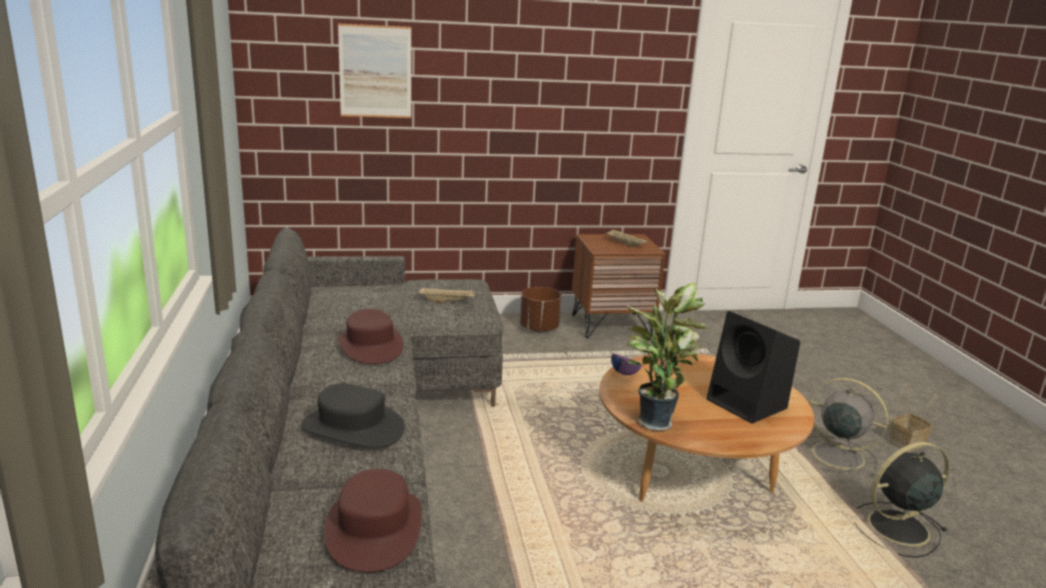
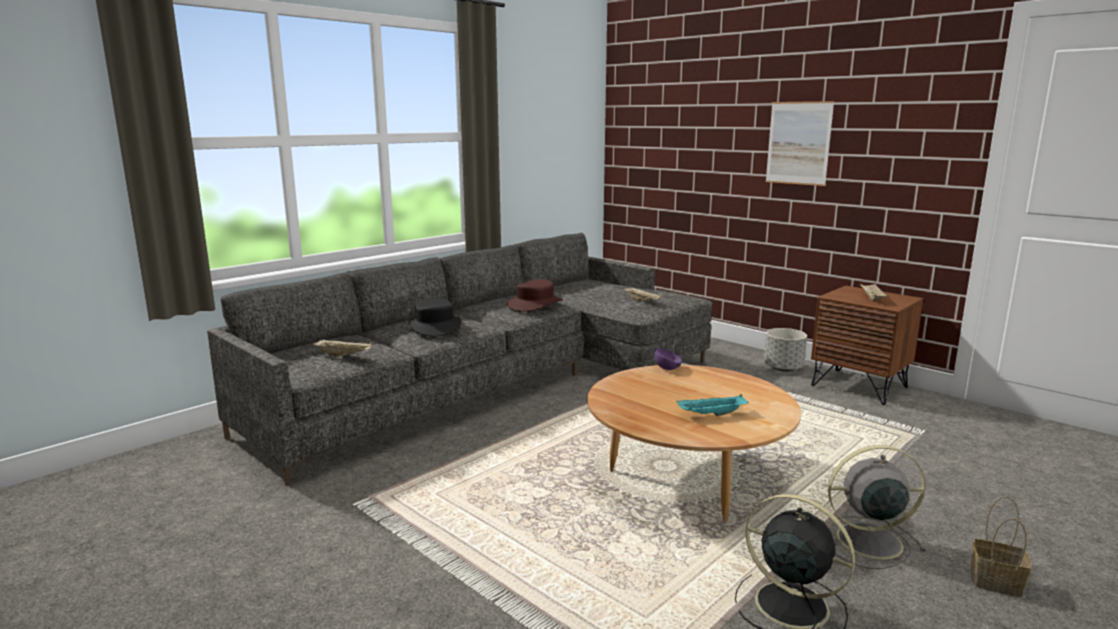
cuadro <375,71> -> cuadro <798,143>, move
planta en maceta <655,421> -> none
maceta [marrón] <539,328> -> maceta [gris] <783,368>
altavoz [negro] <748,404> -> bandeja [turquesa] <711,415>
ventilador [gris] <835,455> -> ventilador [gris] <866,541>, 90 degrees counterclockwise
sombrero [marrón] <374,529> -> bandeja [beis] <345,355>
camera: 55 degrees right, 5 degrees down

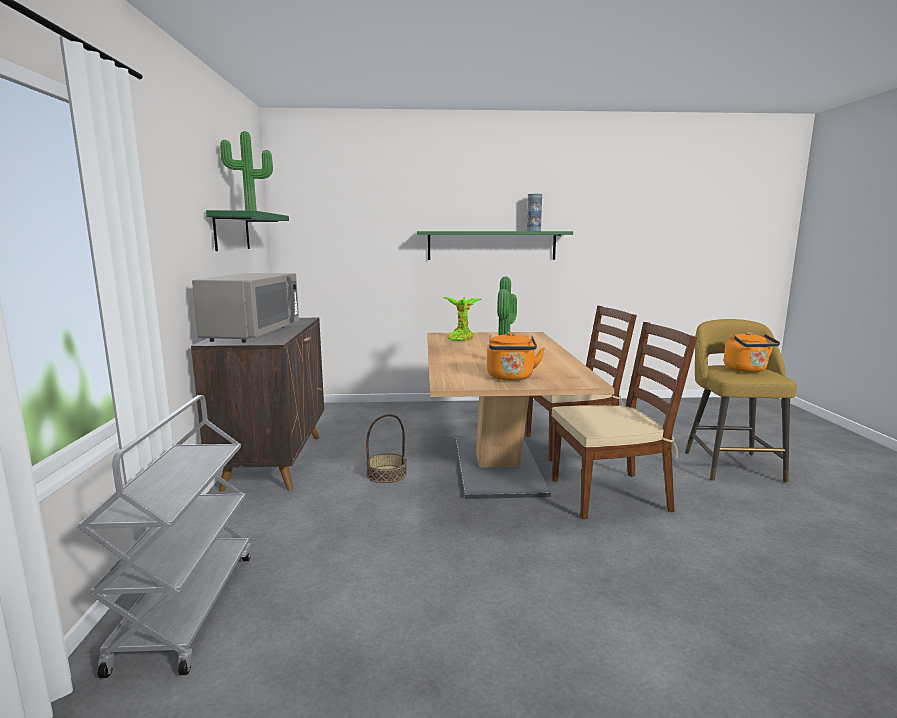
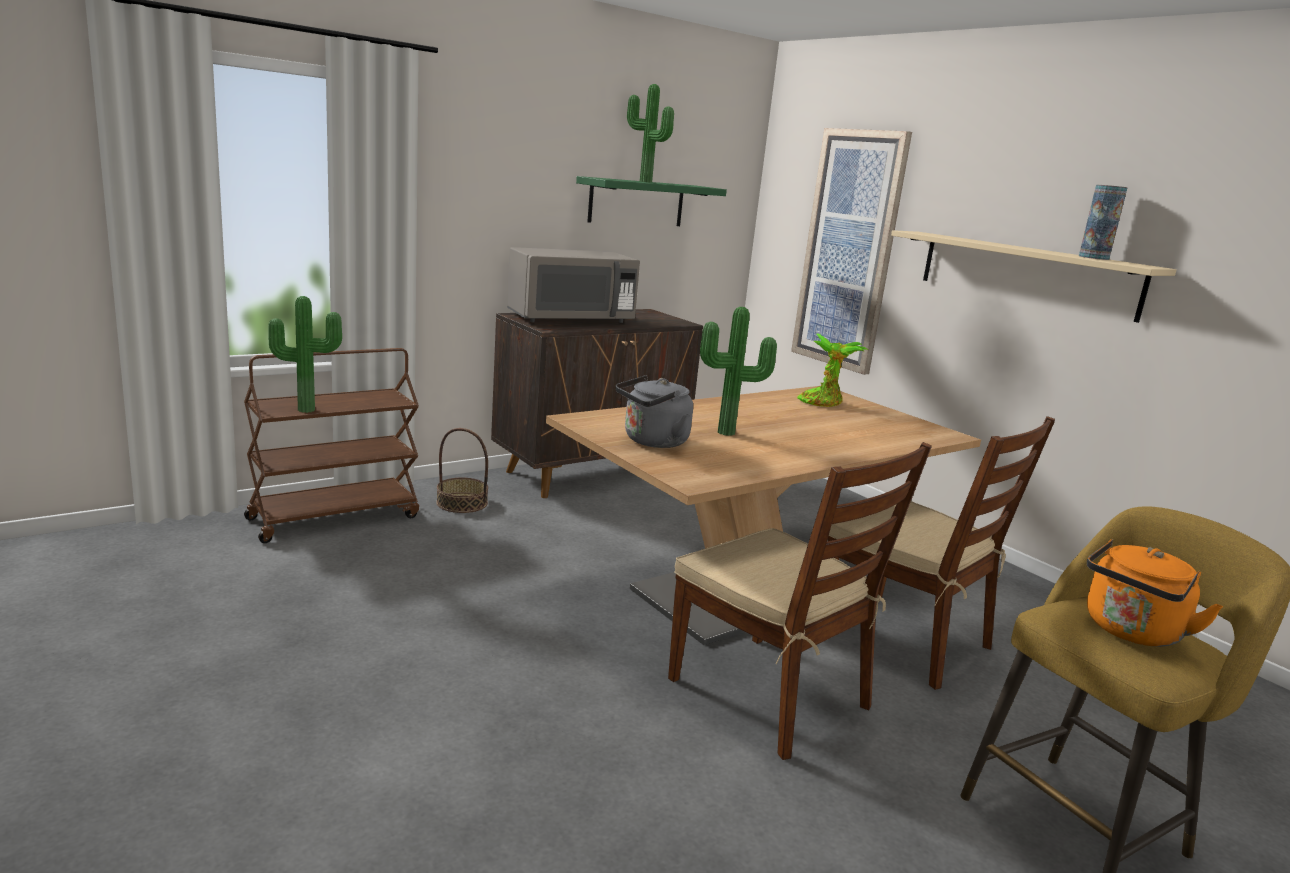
estante [verde] <492,245> -> estante [beis] <1026,273>
hervidor [naranja] <511,378> -> hervidor [gris] <652,442>
carrito [gris] <187,607> -> carrito [marrón] <335,517>
cesta <386,474> -> cesta <462,503>, move
none -> cuadro <849,251>
none -> planta en maceta <307,409>
camera: 55 degrees right, 5 degrees up

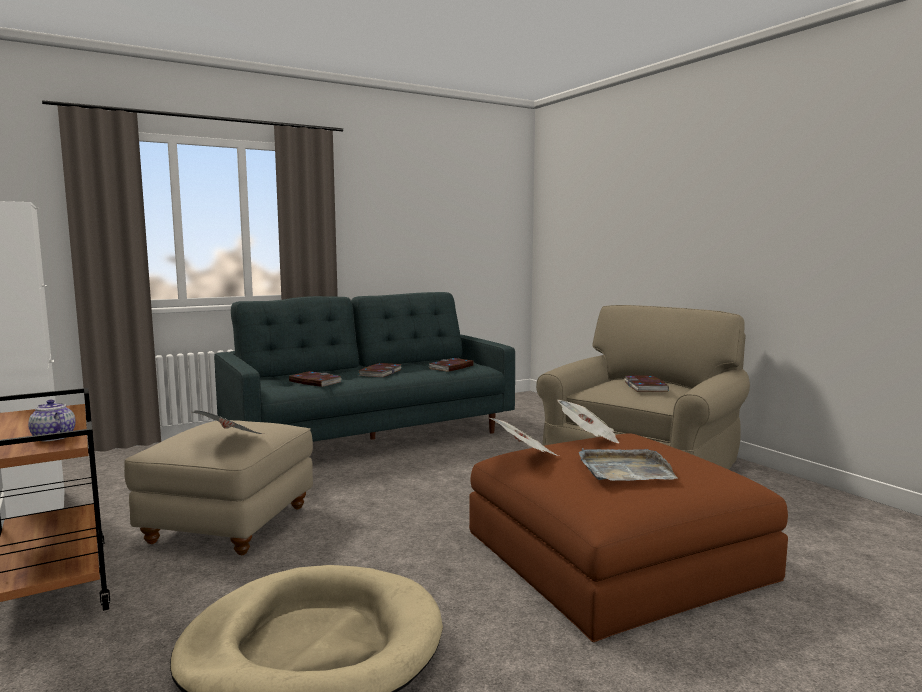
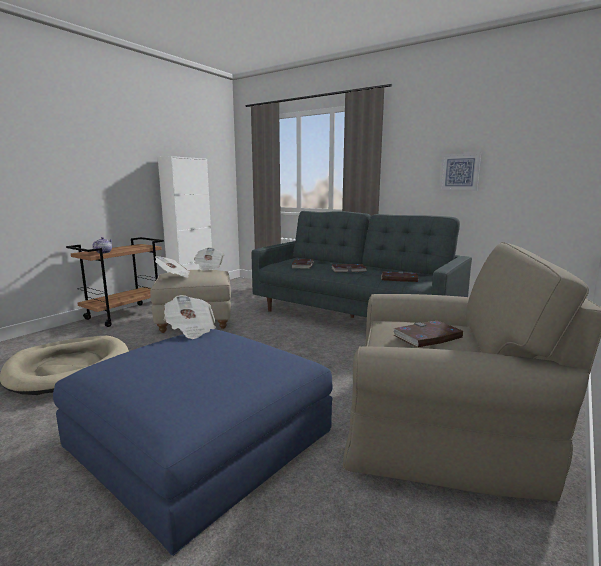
periódico <589,438> -> periódico <209,267>, move
puf [marrón] <614,554> -> puf [azul] <200,437>
bandeja [gris] <624,469> -> none
none -> cuadro <460,172>
camera: 65 degrees right, 5 degrees up

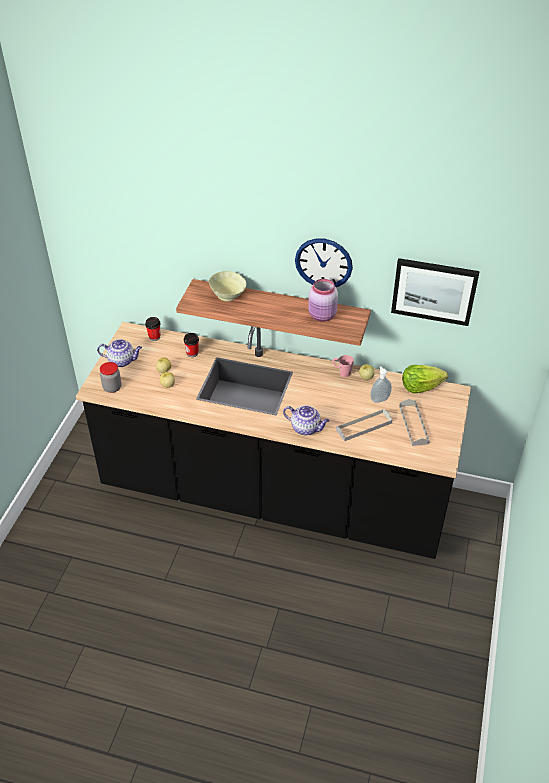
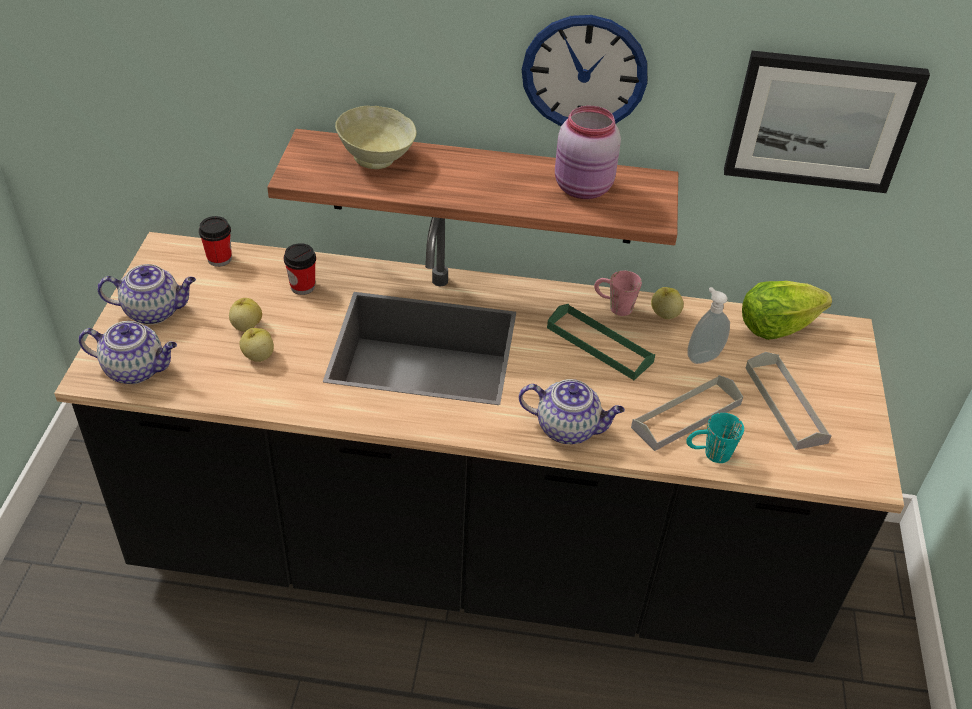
tarro <112,387> -> tetera <136,369>
none -> bandeja [verde] <599,345>
none -> taza grande [turquesa] <709,454>
camera: 10 degrees left, 0 degrees up

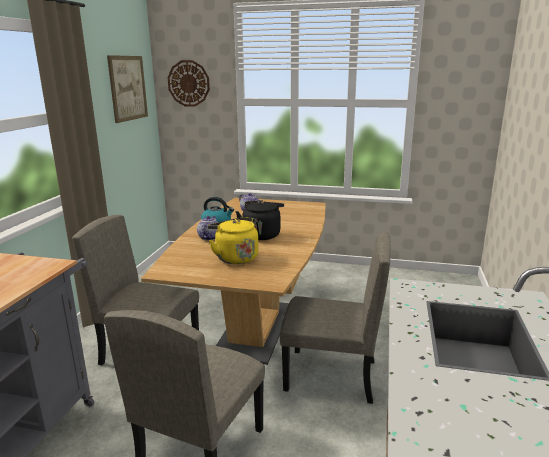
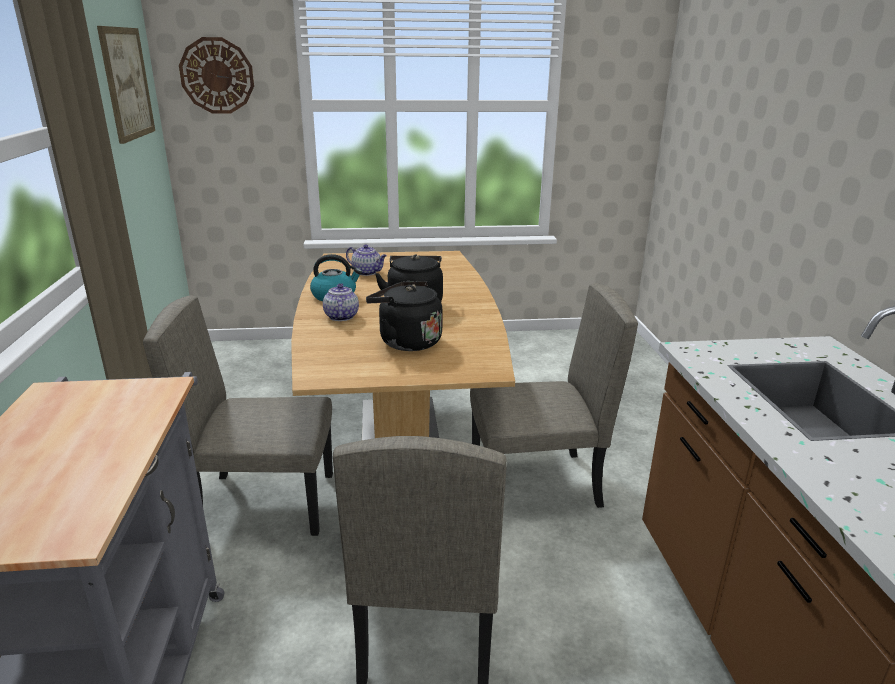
hervidor [amarillo] <235,257> -> hervidor [negro] <406,341>
camera: 20 degrees left, 5 degrees up

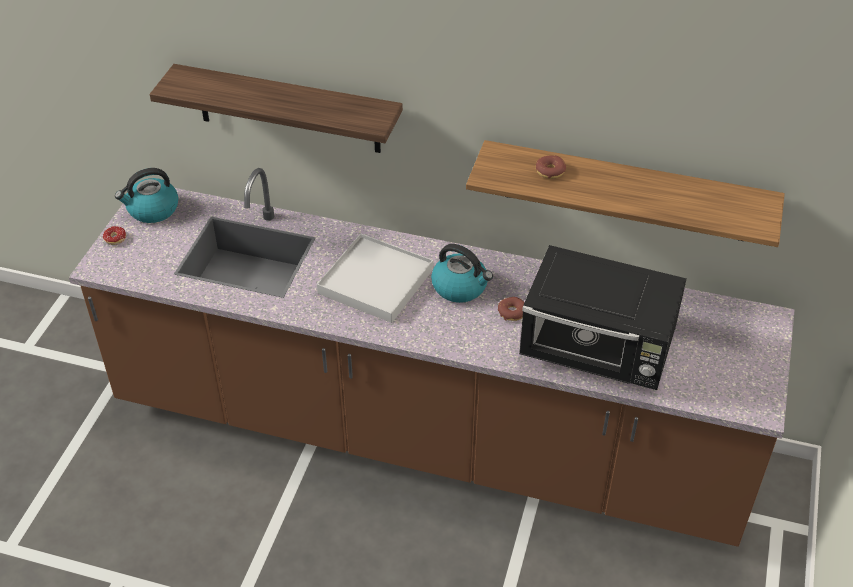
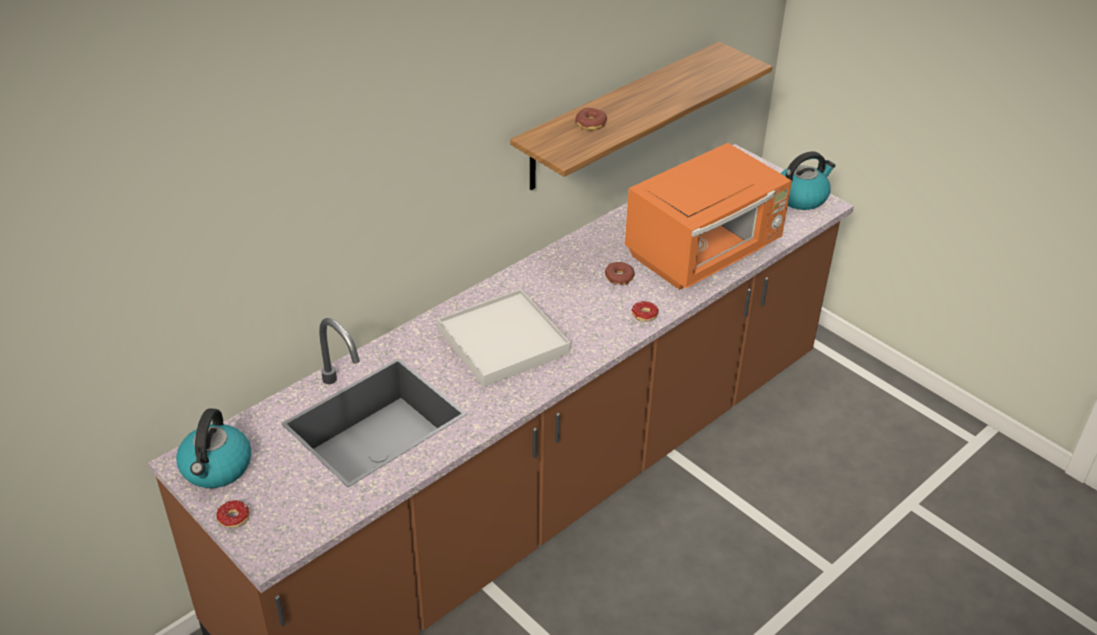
estante <288,109> -> none
hervidor <460,287> -> hervidor <801,197>, move
microondas [negro] <598,352> -> microondas [naranja] <705,252>
none -> rosquilla <644,318>
camera: 60 degrees left, 5 degrees down

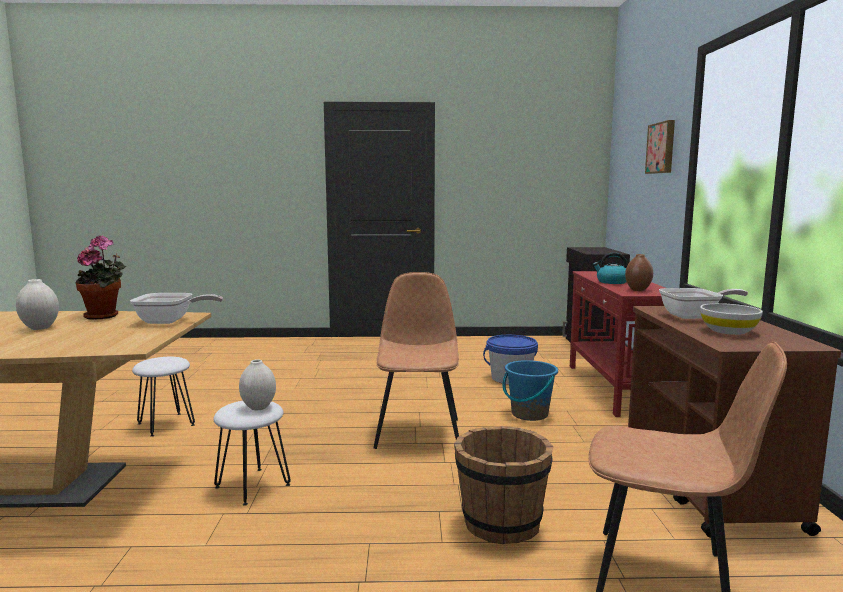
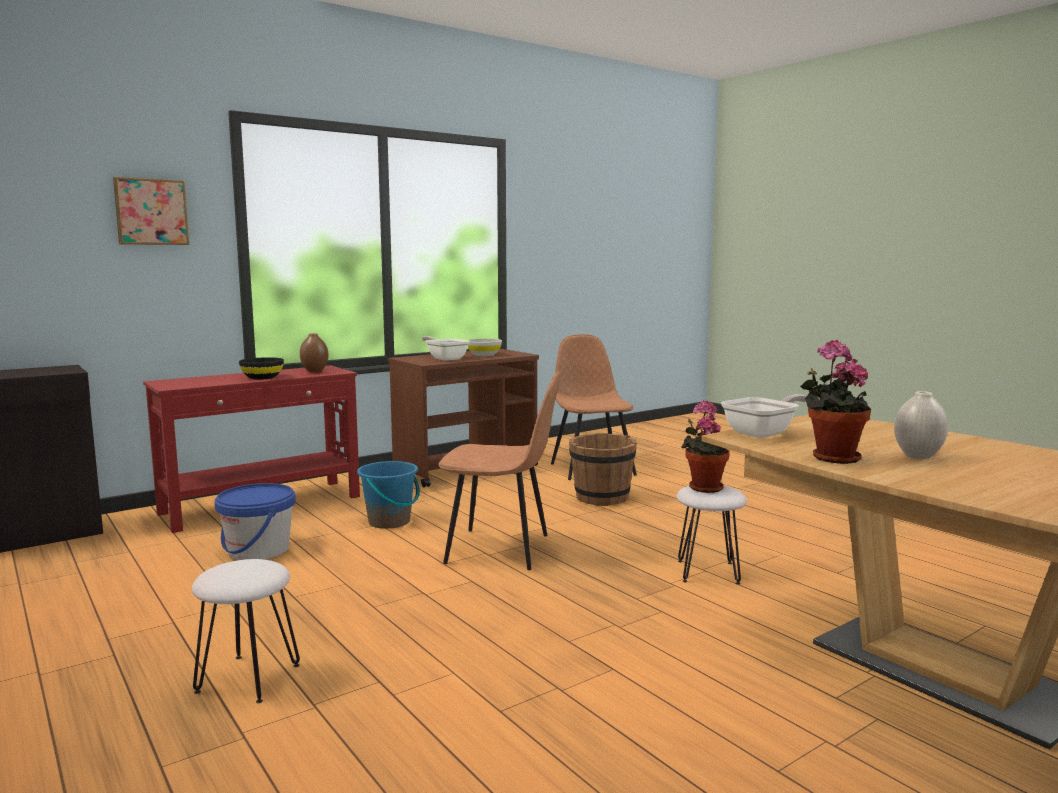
hervidor <611,282> -> cuenco [negro] <262,377>
silla [marrón] <418,432> -> silla [marrón] <501,549>, 135 degrees counterclockwise
sartén <170,321> -> sartén <763,433>, 90 degrees clockwise
taburete [blanco] <166,424> -> taburete [blanco] <247,678>, move
florero [blanco] <259,407> -> planta en maceta <703,487>
camera: 125 degrees left, 0 degrees up

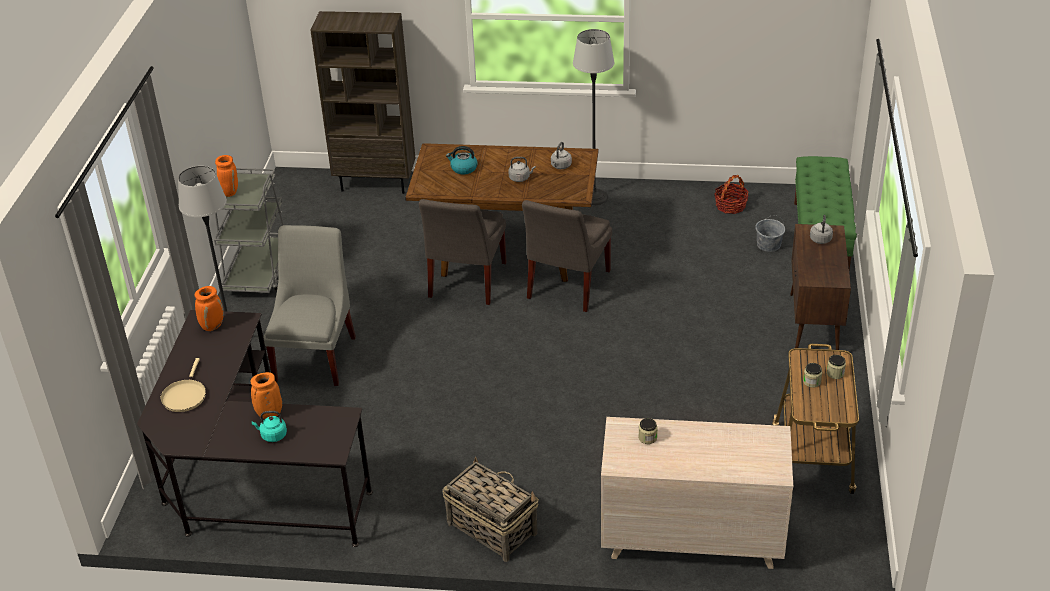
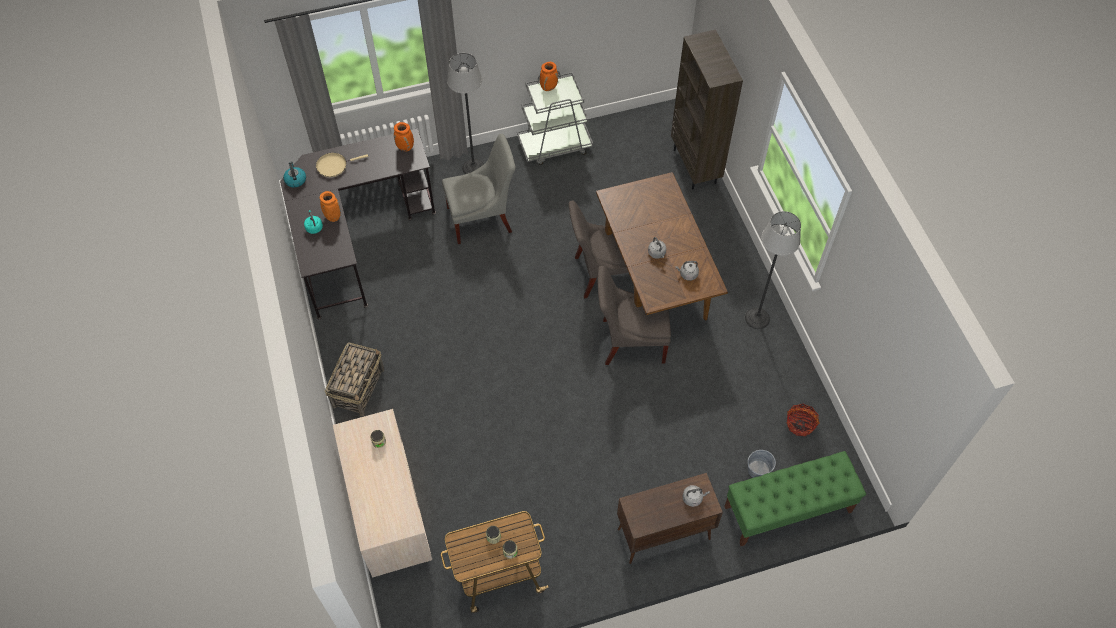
hervidor <463,168> -> hervidor <295,180>, move
camera: 65 degrees right, 20 degrees up

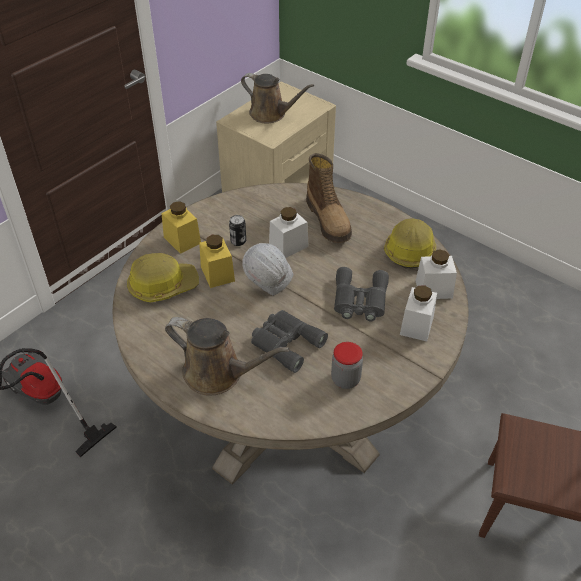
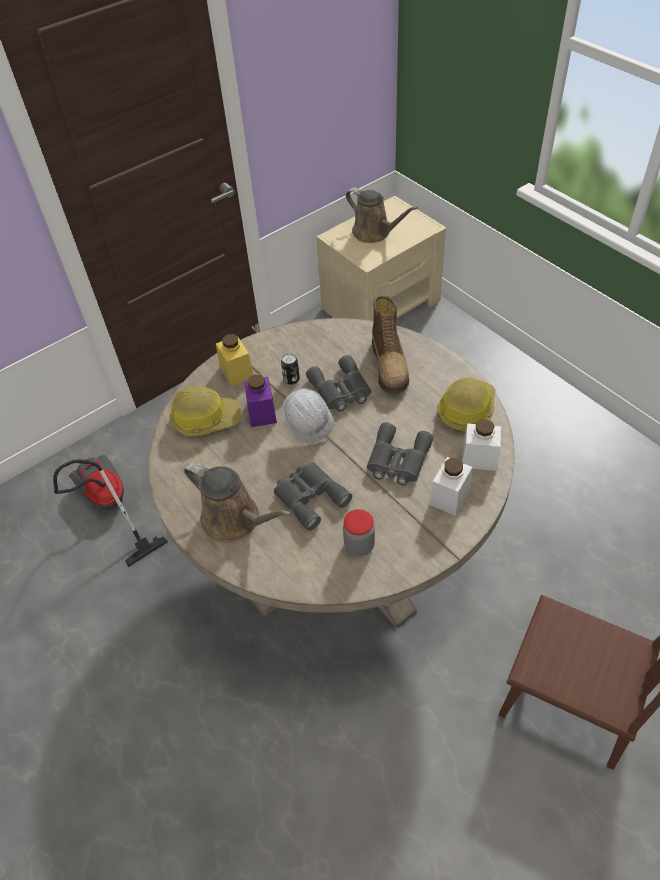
tarro [blanco] <288,246> -> prismáticos [gris] <340,390>
tarro [amarillo] <217,274> -> tarro [morado] <262,412>
camera: 15 degrees right, 5 degrees up

